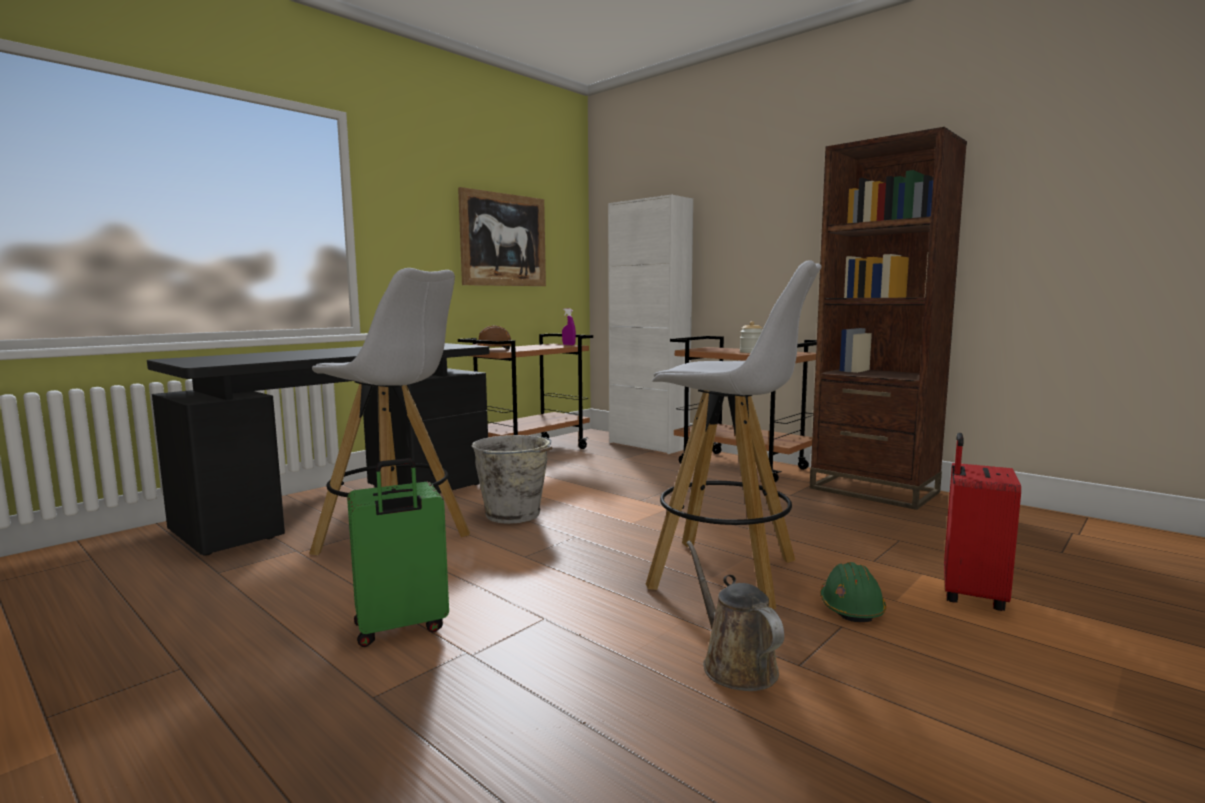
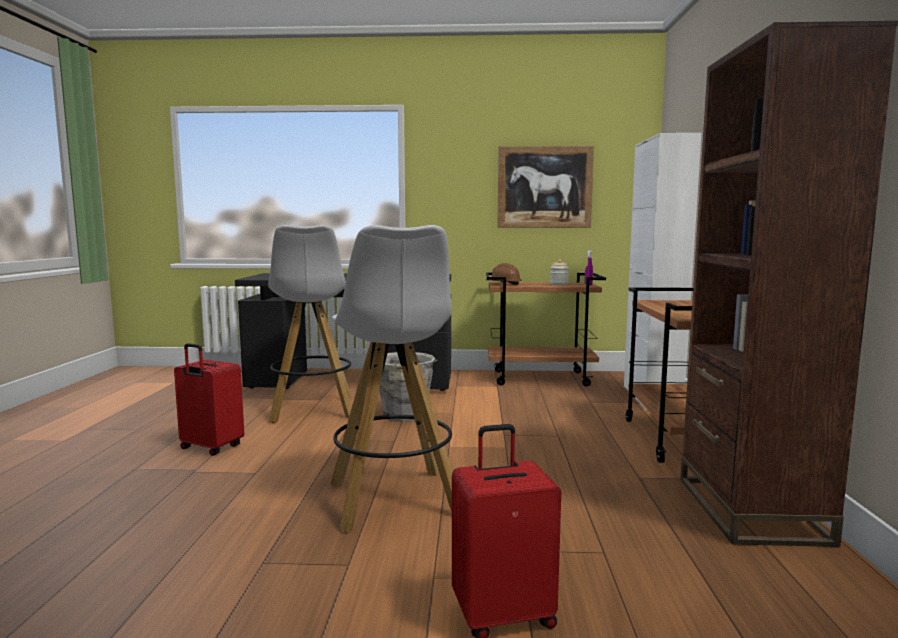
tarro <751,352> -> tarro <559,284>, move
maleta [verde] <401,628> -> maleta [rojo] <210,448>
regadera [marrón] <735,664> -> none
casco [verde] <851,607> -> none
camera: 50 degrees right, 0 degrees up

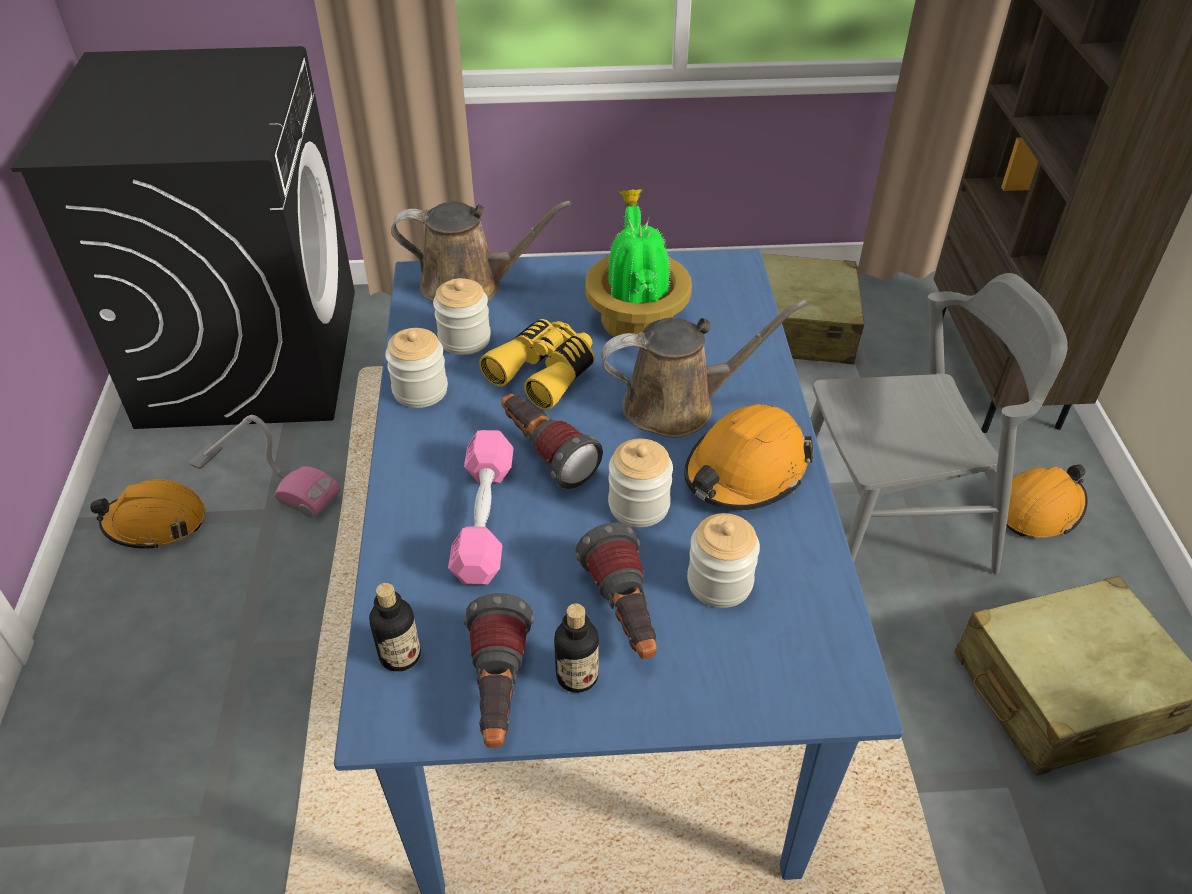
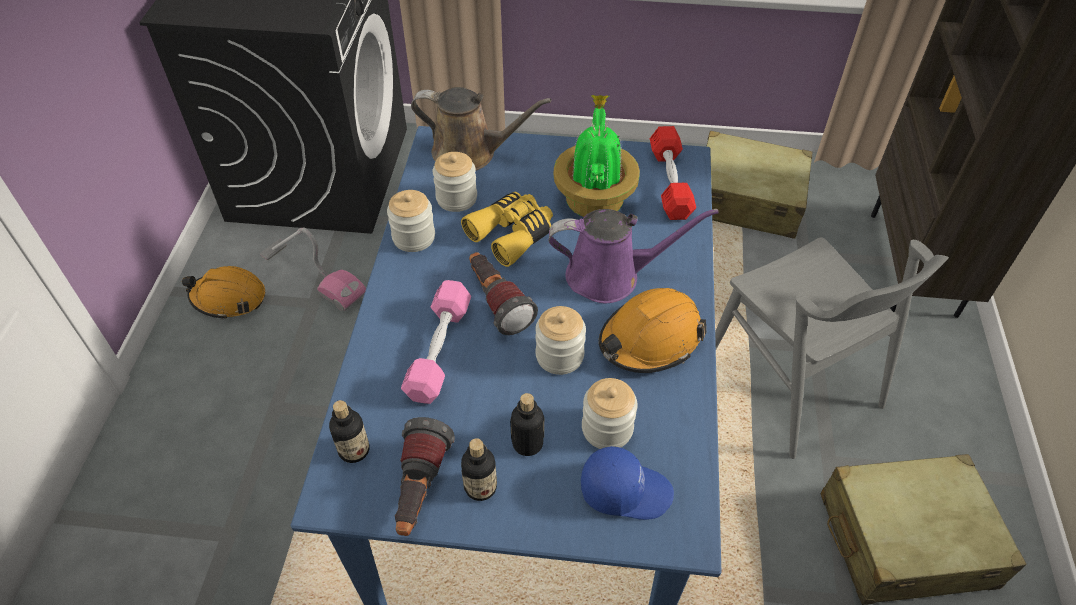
silla [gris] <891,528> -> silla [gris] <793,382>, 60 degrees clockwise
regadera [marrón] <678,405> -> regadera [morado] <610,276>
casco [naranja] <1038,509> -> none
linterna <624,614> -> botella <527,443>
none -> mancuerna [rojo] <670,182>
none -> gorra [azul] <625,490>
camera: 10 degrees right, 5 degrees up

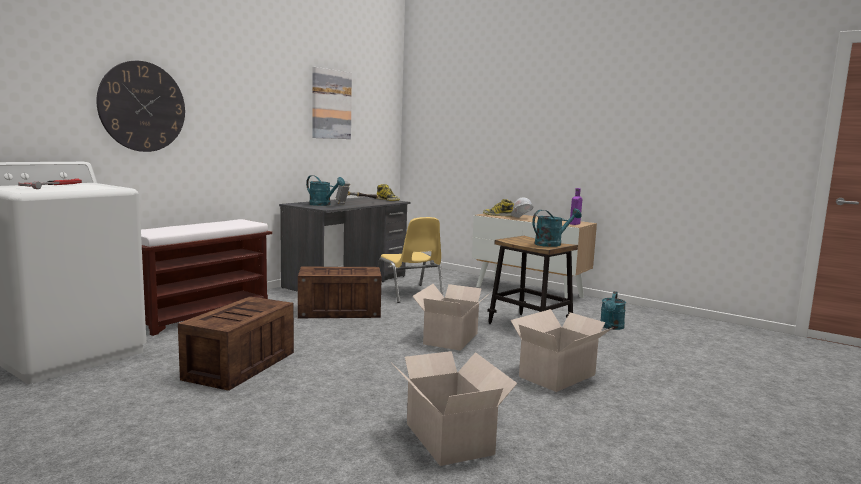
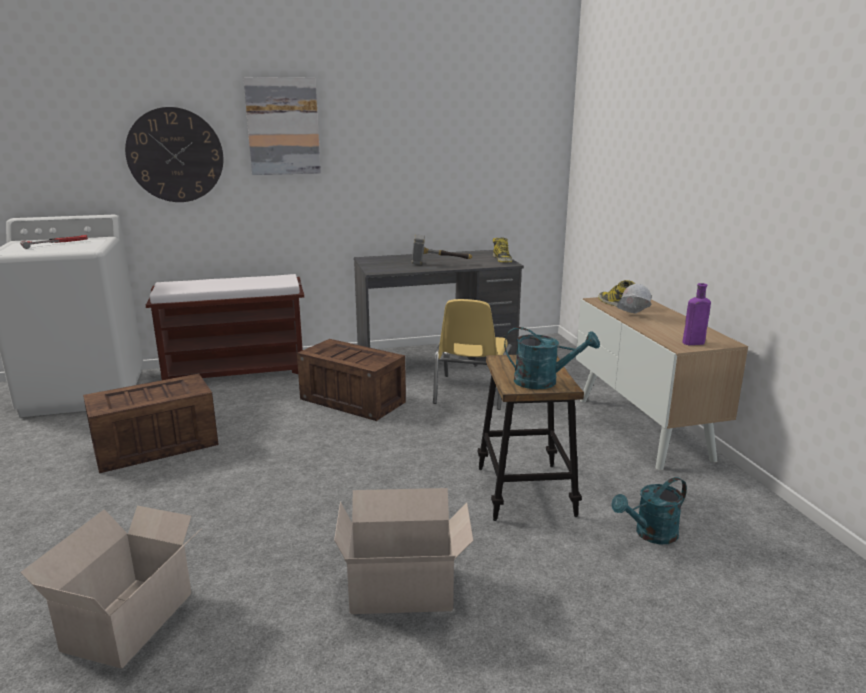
cuadro <331,104> -> cuadro <283,126>, move
regadera [turquesa] <323,205> -> none
caja de cartón <452,338> -> none
camera: 40 degrees right, 10 degrees up

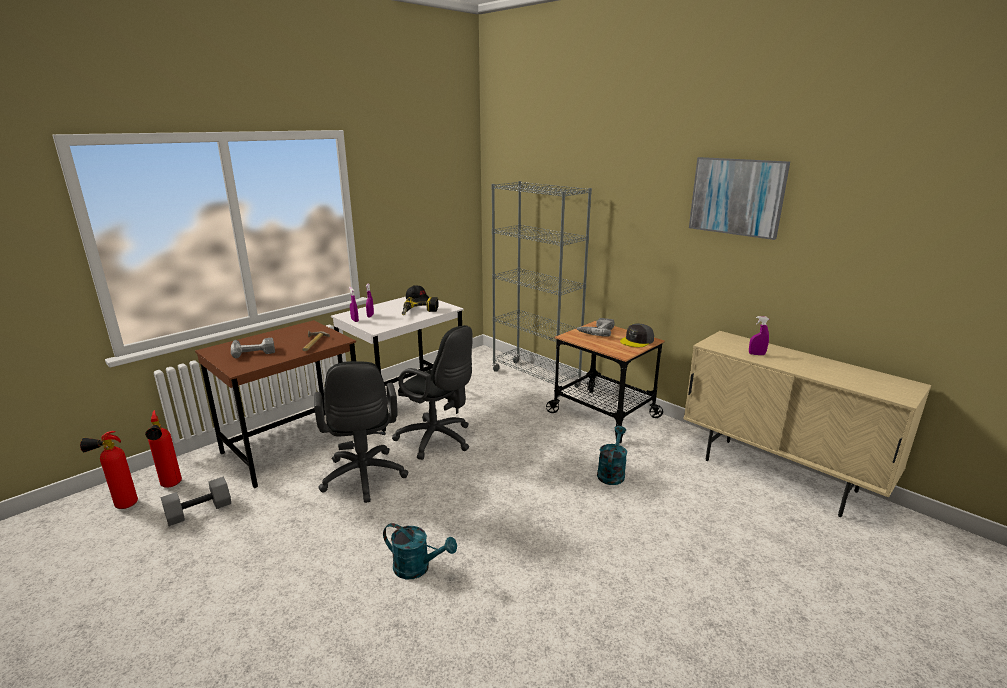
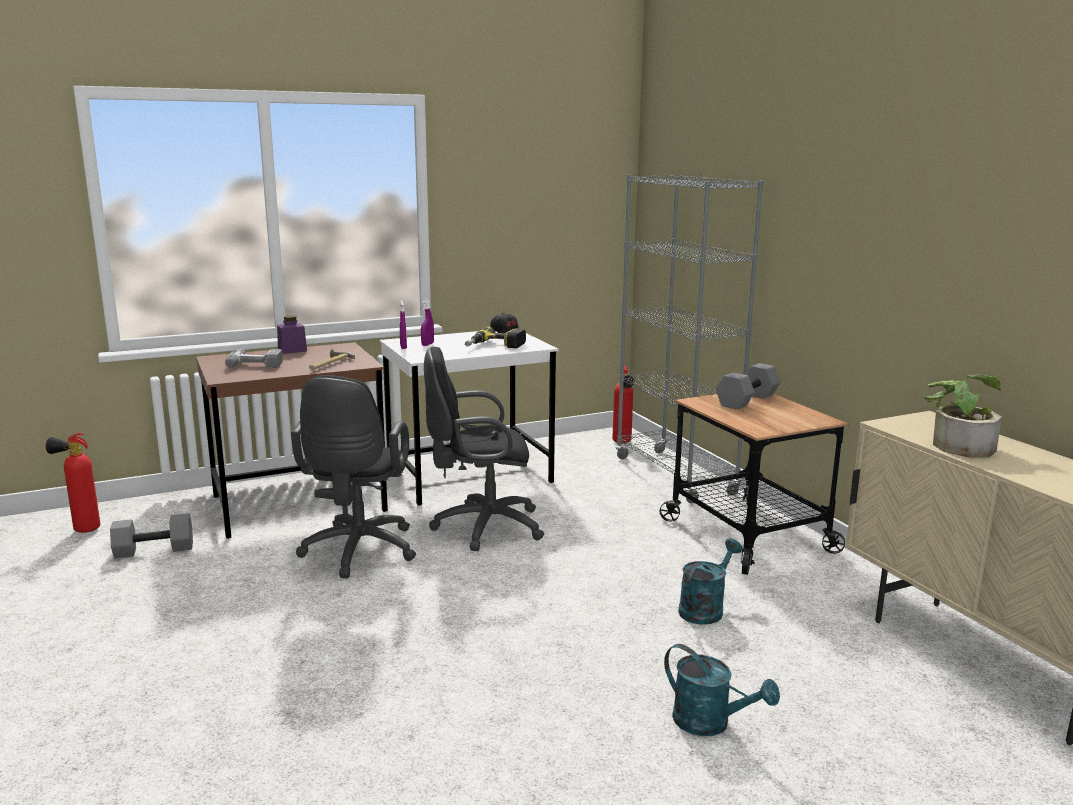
cuadro <737,196> -> none
pulverizador [morado] <756,354> -> planta en maceta <958,444>
taladro <596,331> -> mancuerna [gris] <746,400>
gorra [gris] <637,341> -> none
silla de oficina [negro] <438,440> -> silla de oficina [negro] <482,527>, 120 degrees clockwise
extintor <171,486> -> extintor <622,444>, move
regadera [turquesa] <418,568> -> regadera [turquesa] <710,723>, move
none -> tarro [morado] <292,350>
camera: 20 degrees right, 5 degrees down

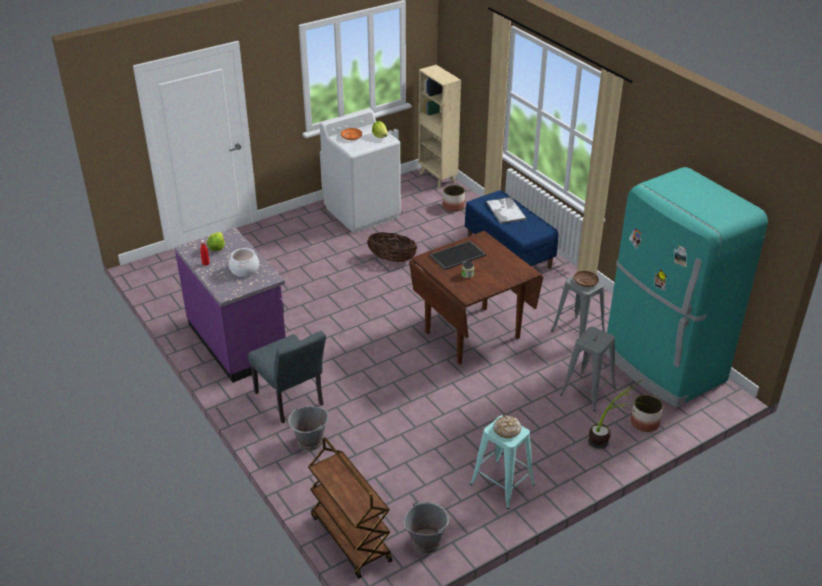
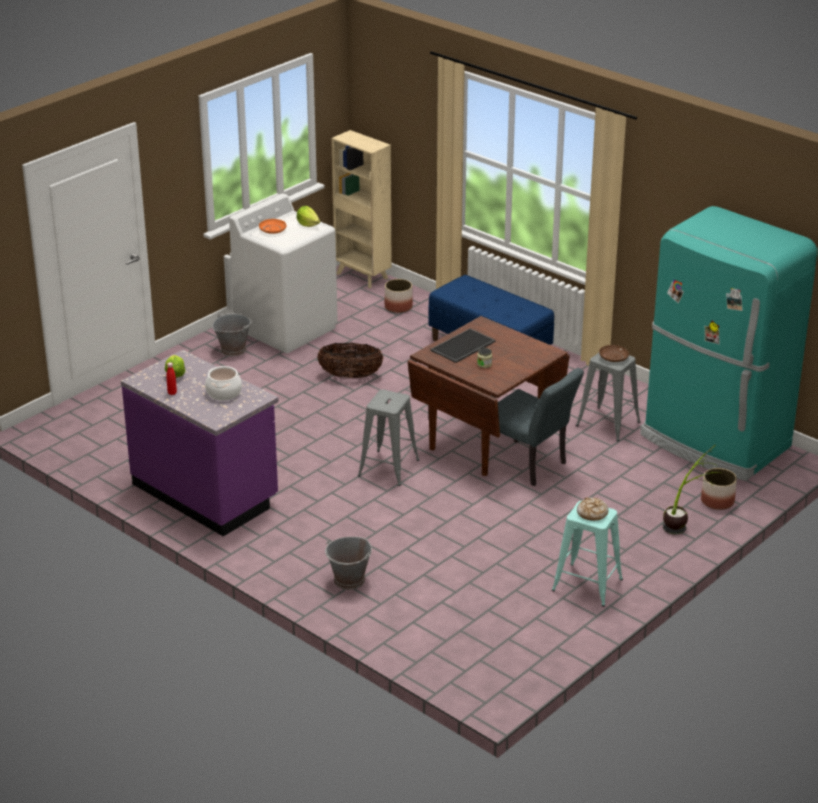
bandeja <505,210> -> none
taburete [gris] <587,391> -> taburete [gris] <388,468>, move
silla [gris] <292,402> -> silla [gris] <529,466>, move
carrito [marrón] <350,538> -> none
cubo [gris] <426,541> -> cubo [gris] <233,349>, move
camera: 15 degrees left, 5 degrees down

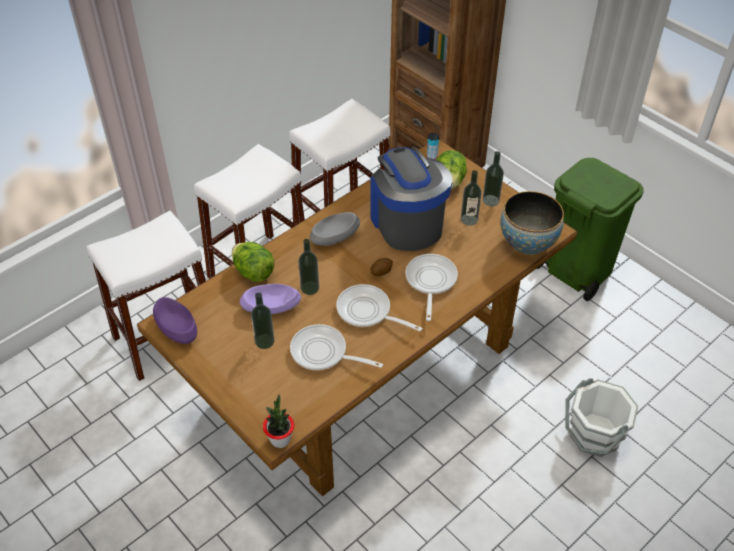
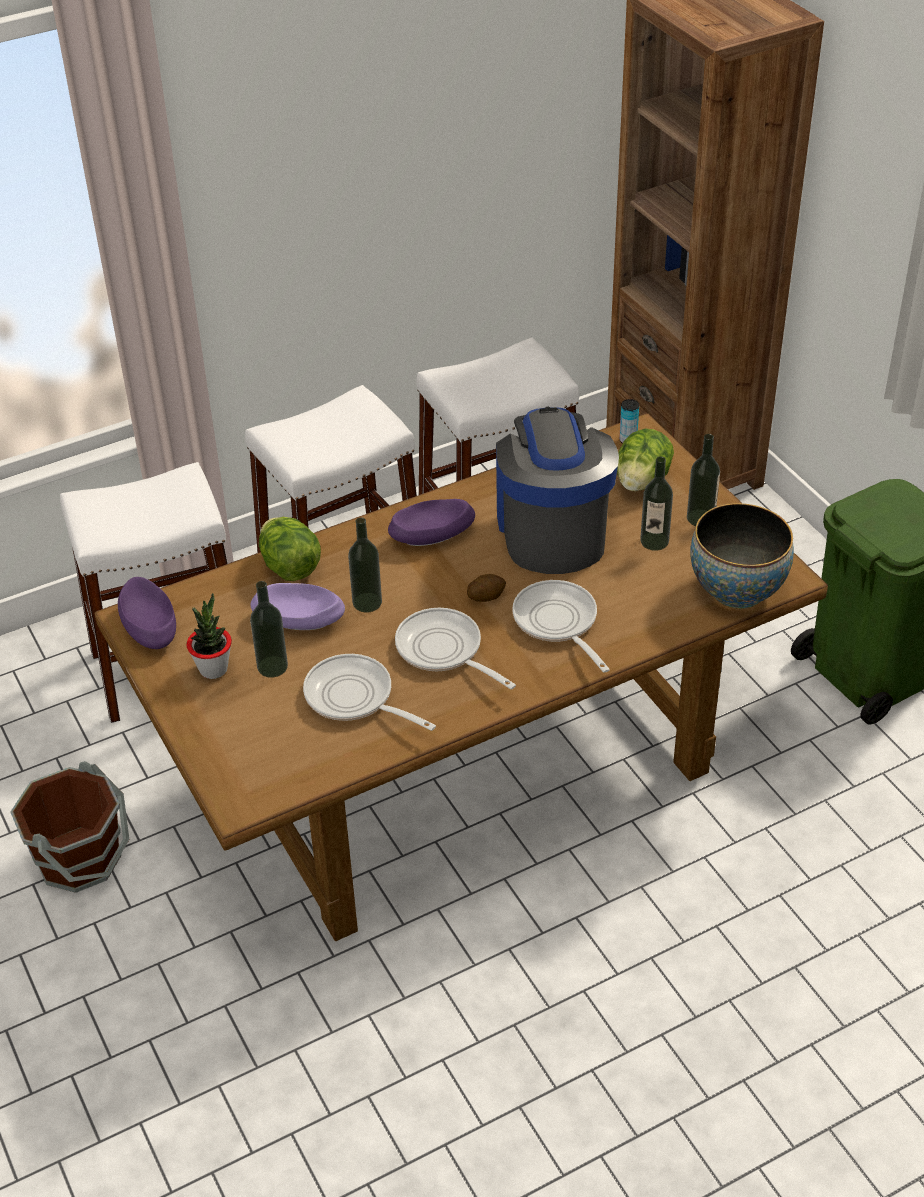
cuenco [gris] <335,237> -> cuenco [morado] <432,535>
sartén <430,282> -> sartén <558,623>, 45 degrees counterclockwise
cubo [blanco] <594,435> -> none
planta en maceta <280,439> -> planta en maceta <213,669>, move
none -> cubo [marrón] <81,859>
camera: 15 degrees right, 5 degrees down

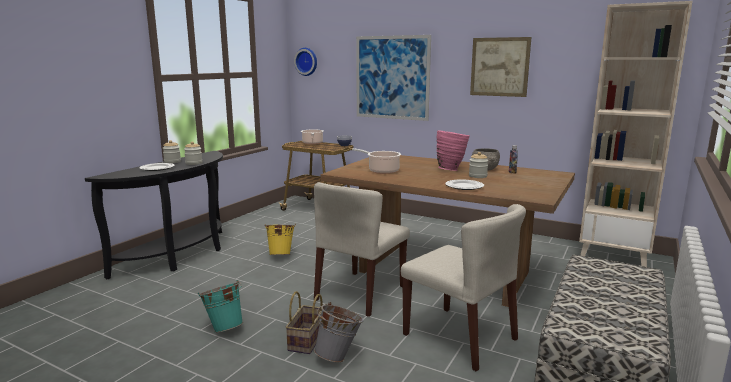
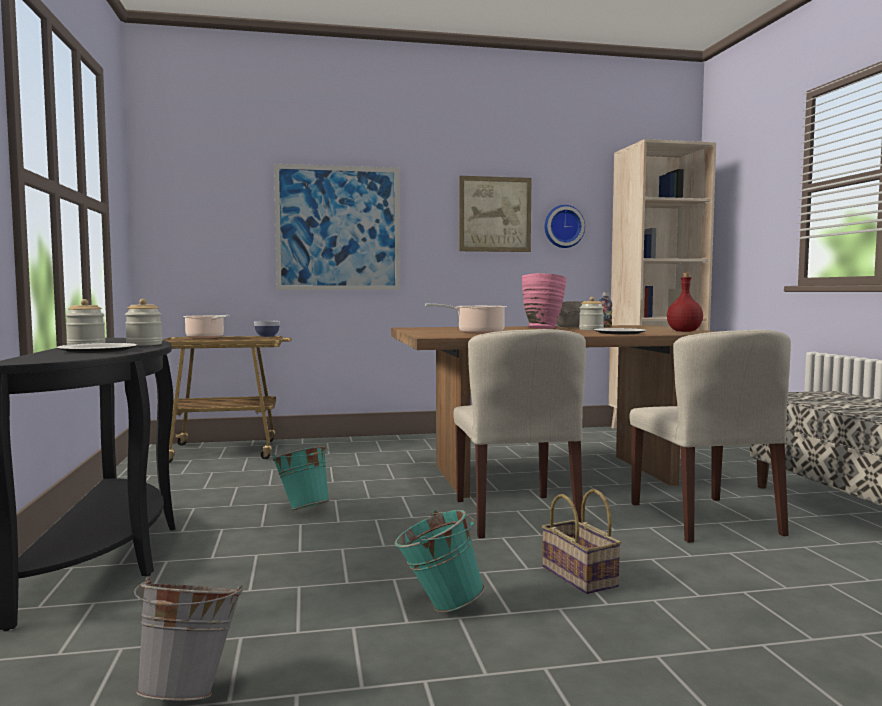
reloj de pared <307,61> -> reloj de pared <563,226>, move
silla [beis] <460,337> -> silla [beis] <705,519>, 75 degrees clockwise
cubo [amarillo] <281,255> -> cubo [turquesa] <303,509>
cubo [gris] <339,356> -> cubo [gris] <191,691>, move
none -> botella [rojo] <685,331>
camera: 40 degrees left, 10 degrees down

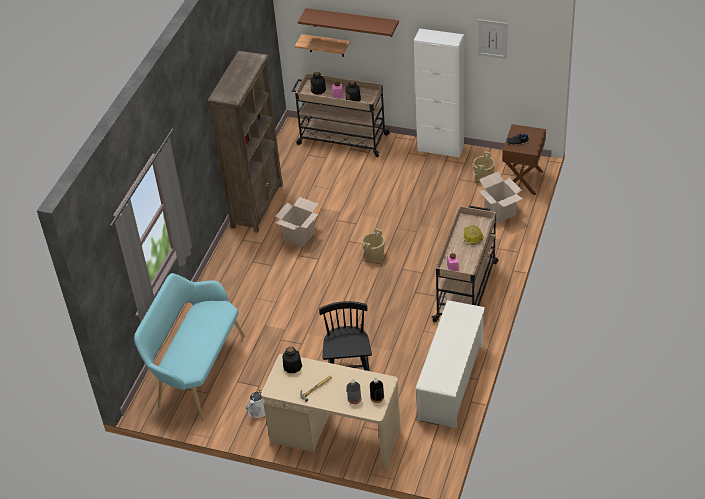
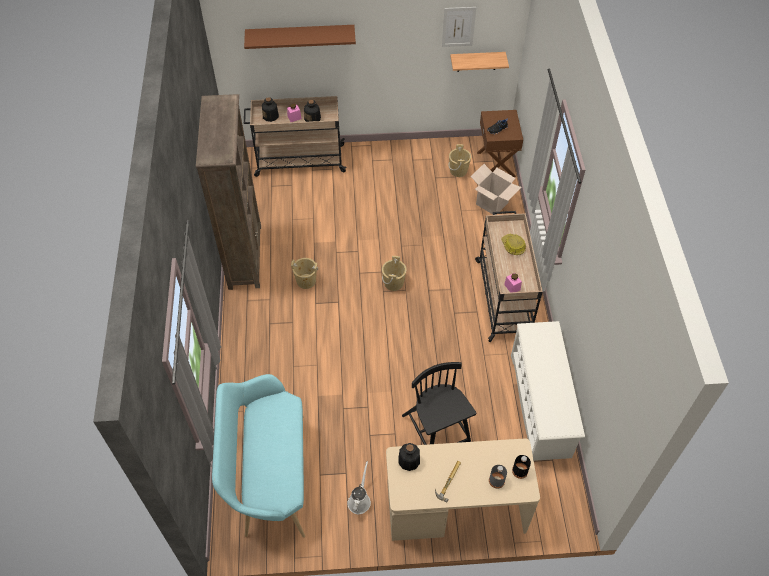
armario [blanco] <440,148> -> none
estante <326,45> -> estante <477,61>, move
caja de cartón <299,236> -> cubo [beis] <306,281>
camera: 25 degrees left, 10 degrees up

